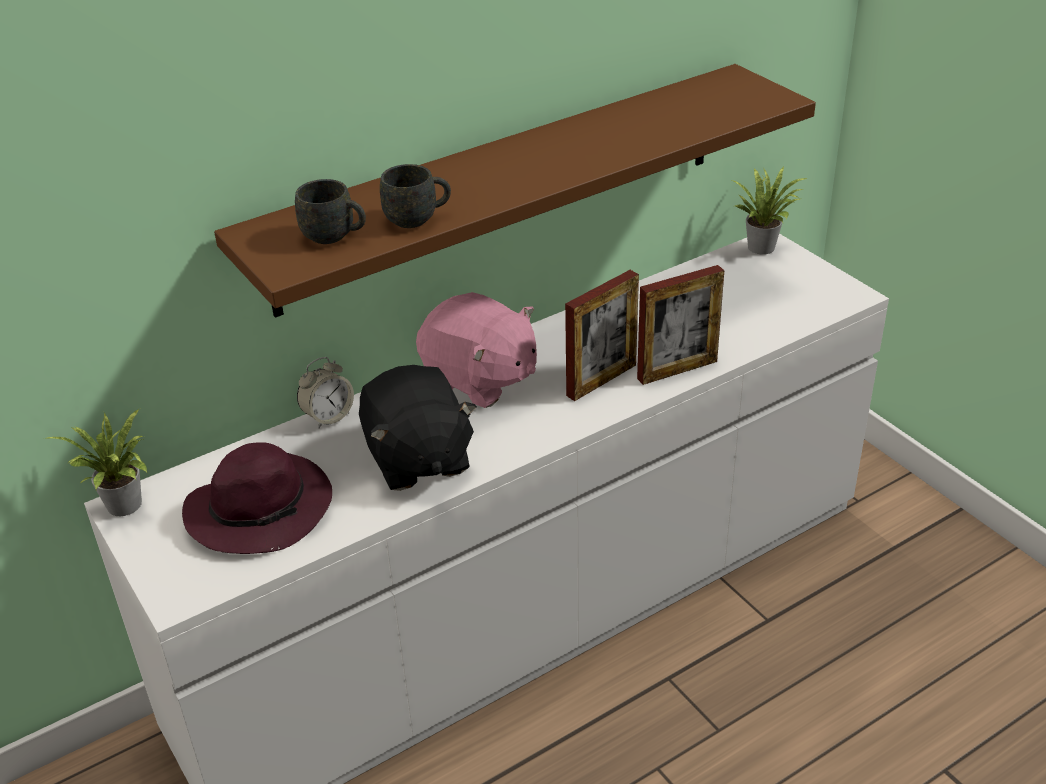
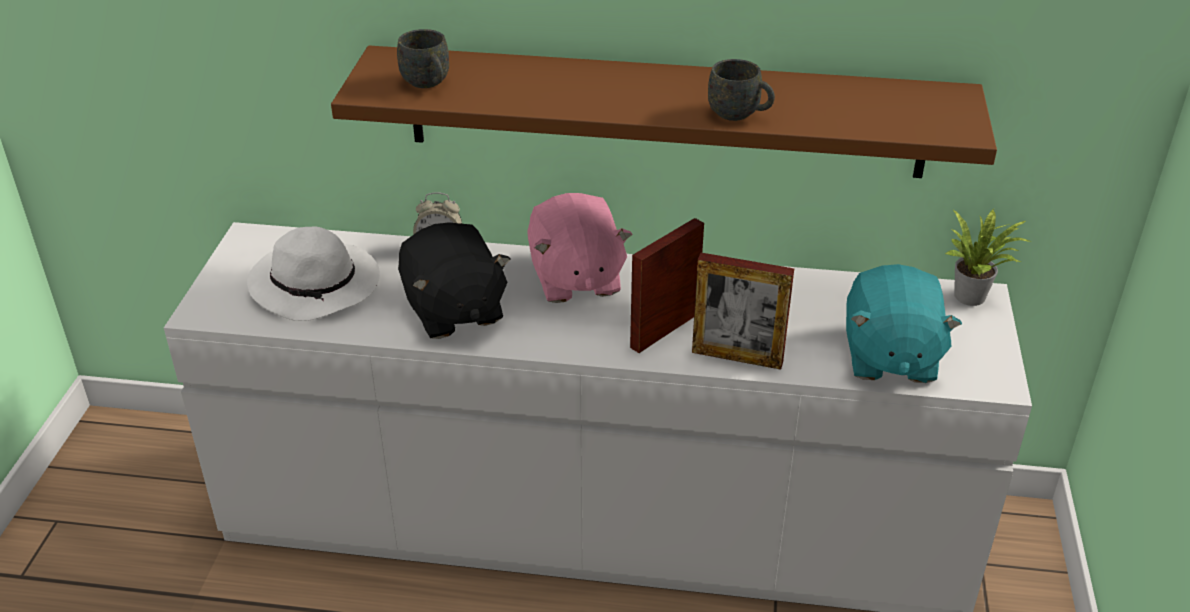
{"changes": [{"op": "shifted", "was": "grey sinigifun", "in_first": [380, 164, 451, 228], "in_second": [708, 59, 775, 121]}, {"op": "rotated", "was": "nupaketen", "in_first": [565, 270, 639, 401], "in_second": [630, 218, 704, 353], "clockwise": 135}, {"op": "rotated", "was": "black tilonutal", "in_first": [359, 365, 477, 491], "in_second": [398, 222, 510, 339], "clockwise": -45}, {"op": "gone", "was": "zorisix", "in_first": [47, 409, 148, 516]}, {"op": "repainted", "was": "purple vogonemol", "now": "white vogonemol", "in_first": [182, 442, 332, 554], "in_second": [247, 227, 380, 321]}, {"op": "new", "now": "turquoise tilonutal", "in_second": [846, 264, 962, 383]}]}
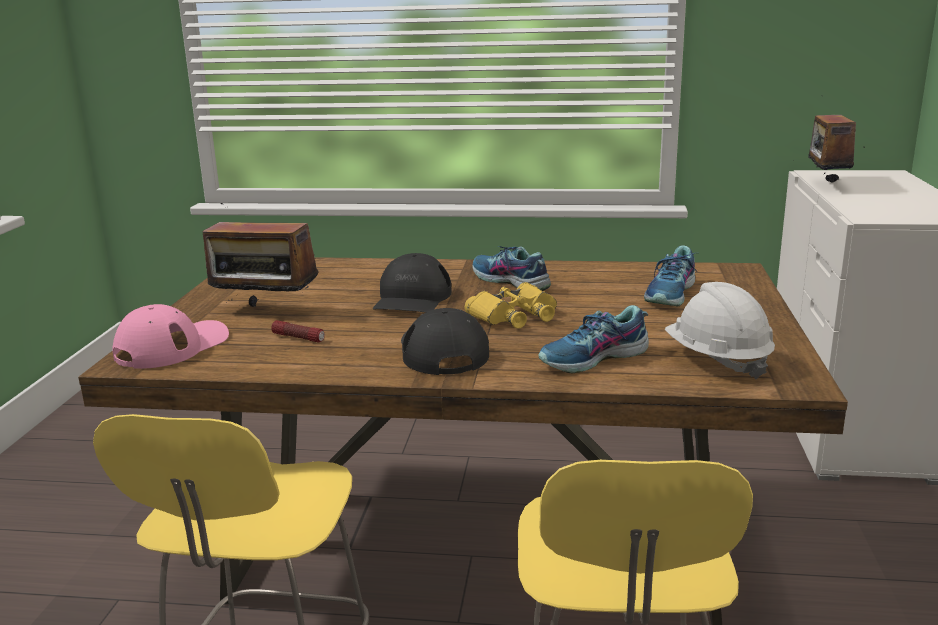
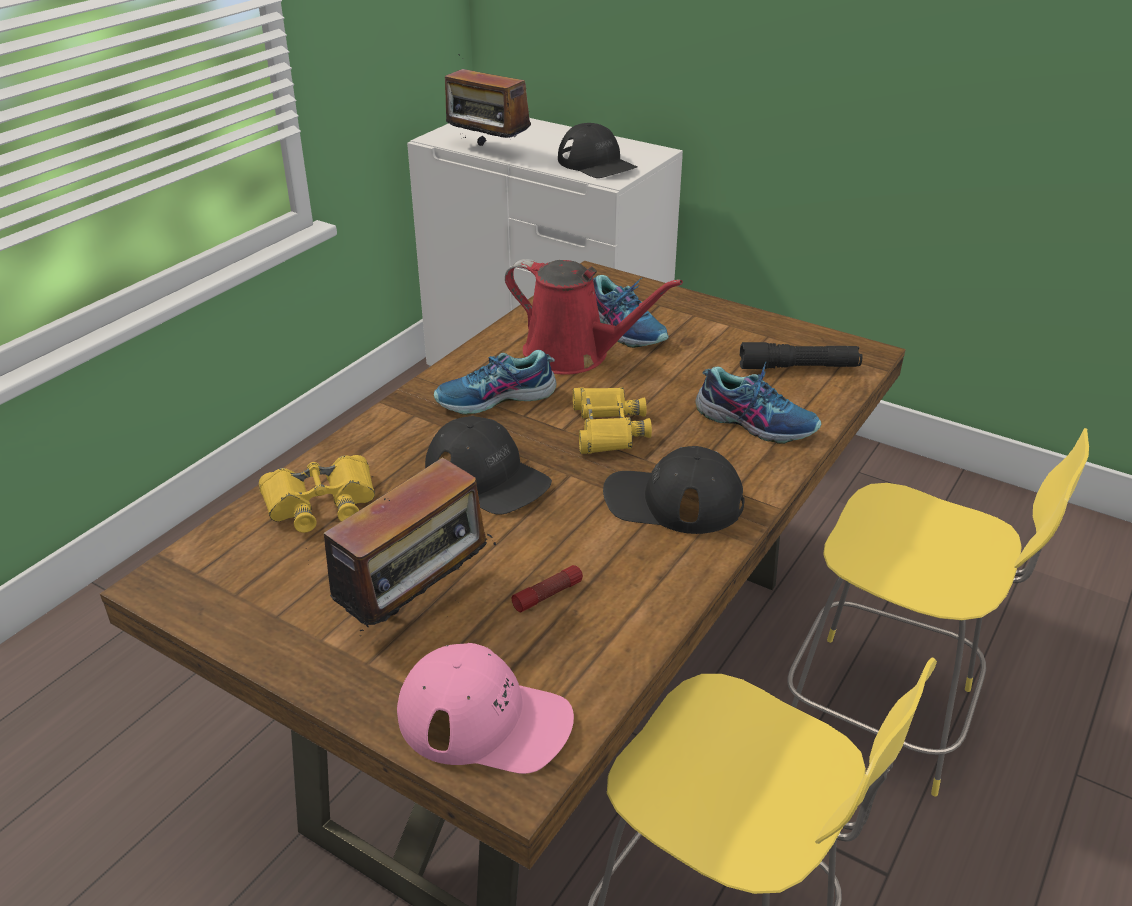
{"changes": [{"op": "swapped", "was": "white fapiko", "now": "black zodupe", "in_first": [665, 282, 775, 379], "in_second": [740, 342, 863, 369]}, {"op": "rotated", "was": "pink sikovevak", "in_first": [113, 304, 229, 369], "in_second": [397, 643, 574, 774], "clockwise": 135}, {"op": "rotated", "was": "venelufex", "in_first": [539, 305, 649, 373], "in_second": [696, 362, 821, 444], "clockwise": -60}, {"op": "new", "now": "black sikovevak", "in_second": [558, 123, 637, 178]}, {"op": "new", "now": "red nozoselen", "in_second": [505, 259, 683, 374]}, {"op": "new", "now": "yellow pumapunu", "in_second": [259, 455, 375, 533]}]}
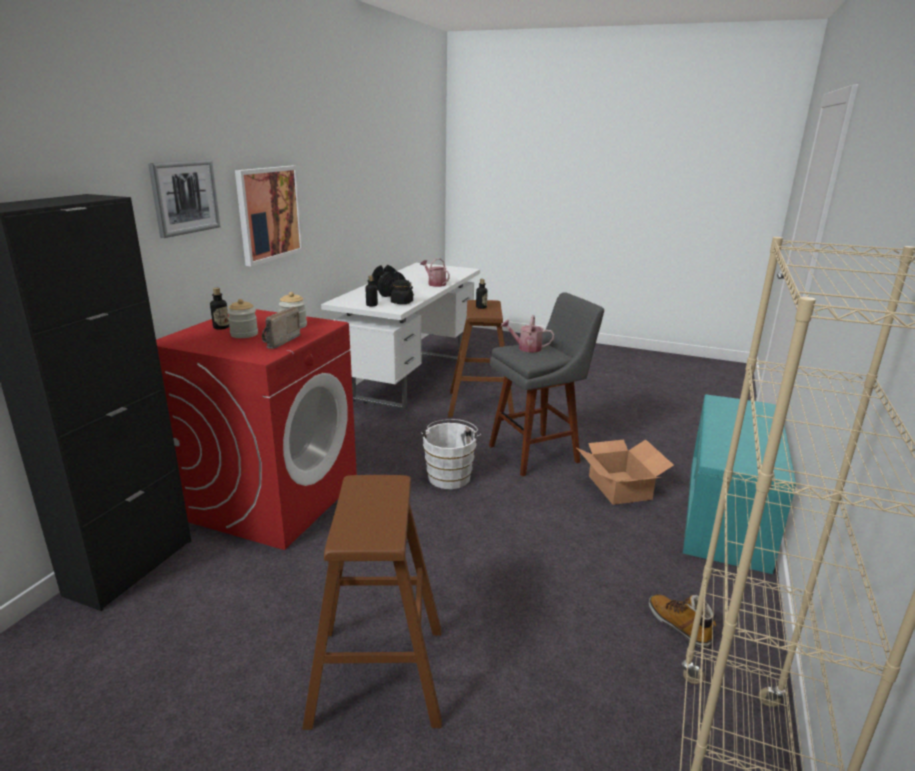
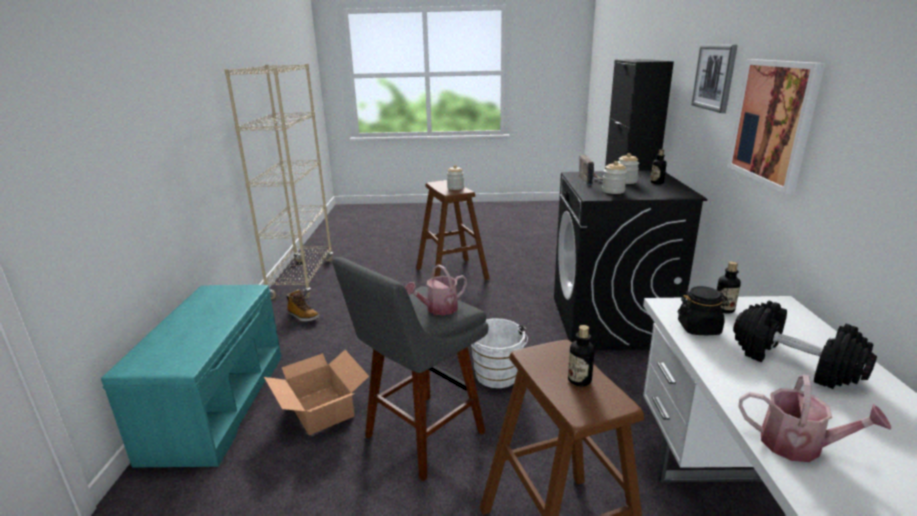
{"changes": [{"op": "repainted", "was": "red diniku", "now": "black diniku", "in_first": [156, 309, 357, 550], "in_second": [554, 170, 707, 350]}, {"op": "rotated", "was": "nozoselen", "in_first": [501, 315, 554, 353], "in_second": [405, 264, 467, 316], "clockwise": 150}, {"op": "new", "now": "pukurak", "in_second": [447, 165, 464, 190]}]}
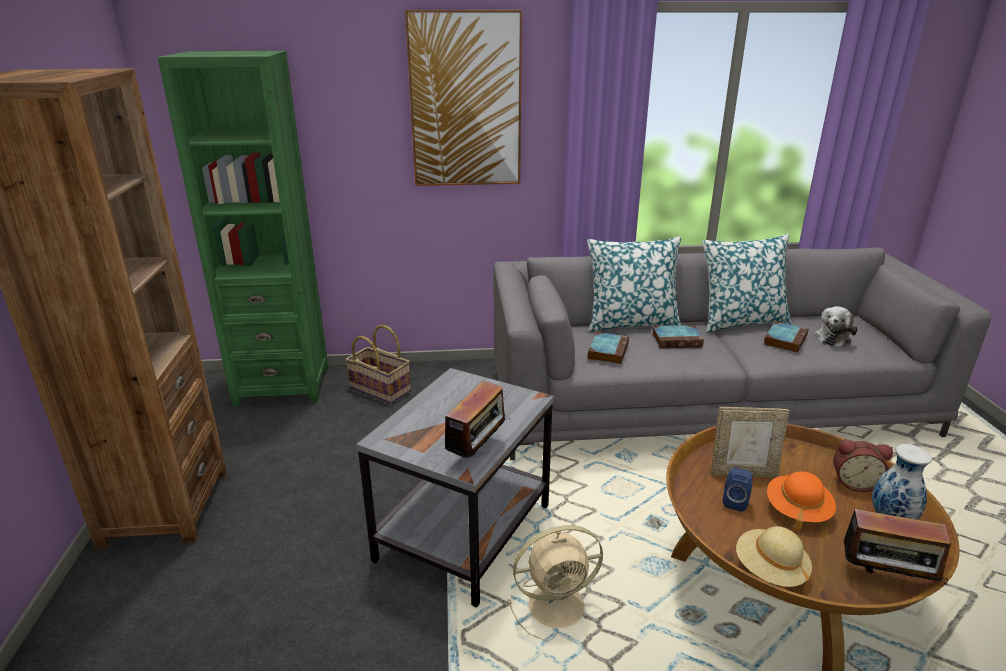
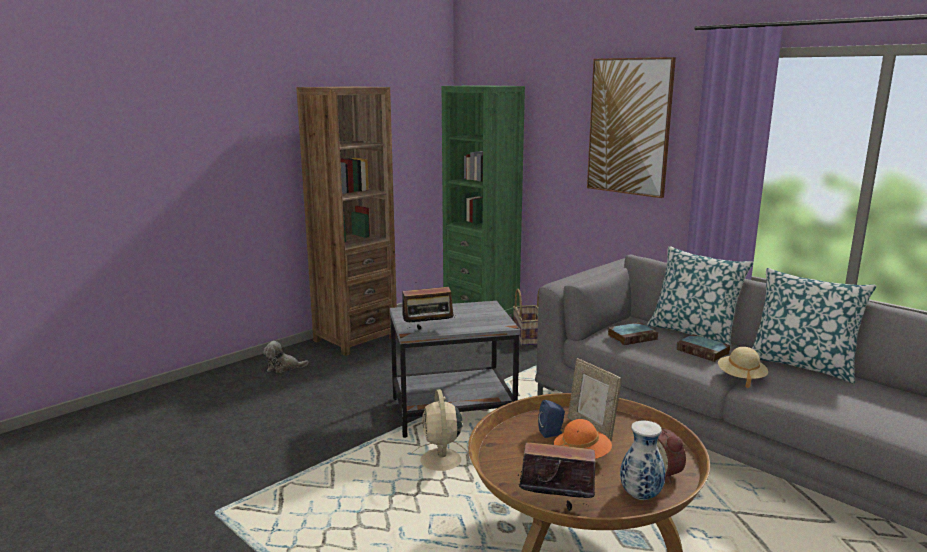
{"changes": [{"op": "shifted", "was": "tilonutal", "in_first": [814, 306, 858, 348], "in_second": [263, 341, 309, 373]}, {"op": "gone", "was": "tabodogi", "in_first": [764, 321, 809, 353]}, {"op": "rotated", "was": "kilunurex", "in_first": [843, 509, 951, 584], "in_second": [518, 431, 603, 511], "clockwise": 120}, {"op": "rotated", "was": "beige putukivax", "in_first": [507, 525, 603, 641], "in_second": [412, 389, 469, 471], "clockwise": 45}, {"op": "shifted", "was": "beige vogonemol", "in_first": [736, 526, 812, 591], "in_second": [718, 347, 768, 388]}]}
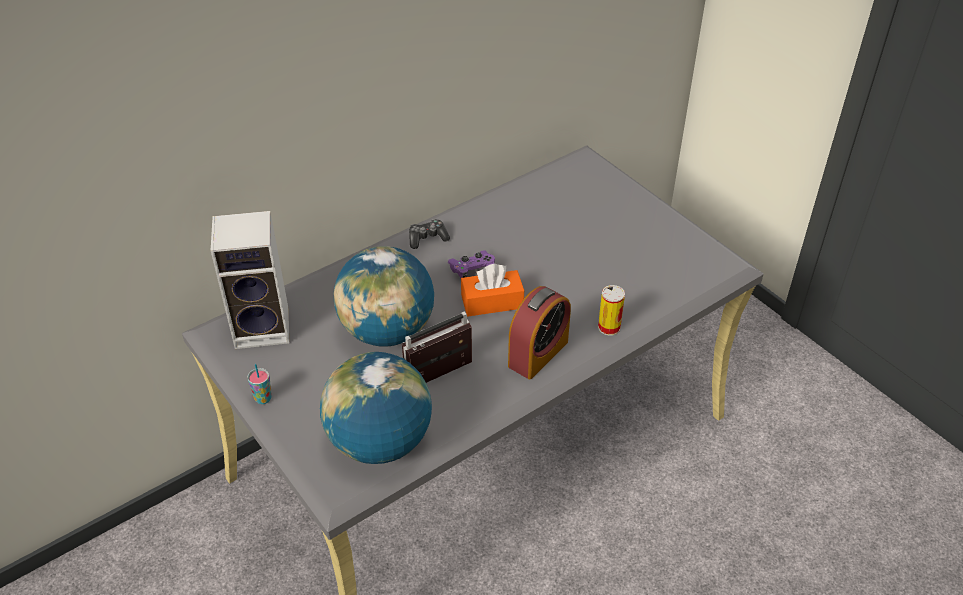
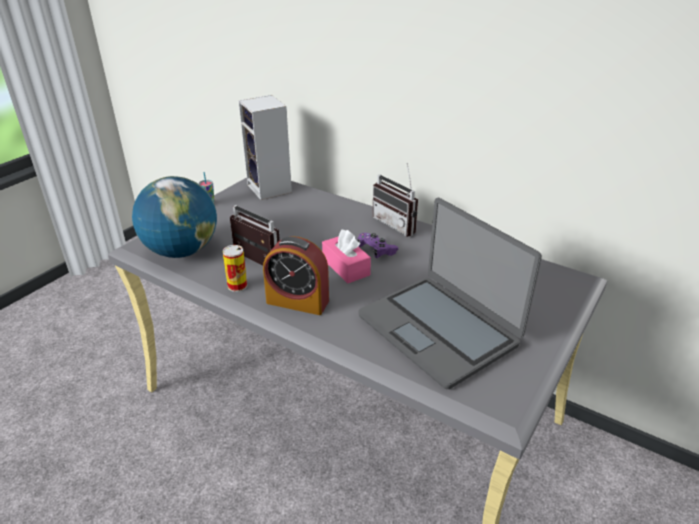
{"changes": [{"op": "swapped", "was": "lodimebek", "now": "kilunurex", "in_first": [409, 219, 450, 249], "in_second": [372, 163, 418, 237]}, {"op": "gone", "was": "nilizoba", "in_first": [334, 246, 434, 347]}, {"op": "repainted", "was": "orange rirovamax", "now": "pink rirovamax", "in_first": [461, 264, 524, 316], "in_second": [322, 229, 371, 283]}, {"op": "shifted", "was": "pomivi", "in_first": [598, 285, 625, 336], "in_second": [222, 245, 248, 292]}, {"op": "new", "now": "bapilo", "in_second": [359, 198, 542, 389]}]}
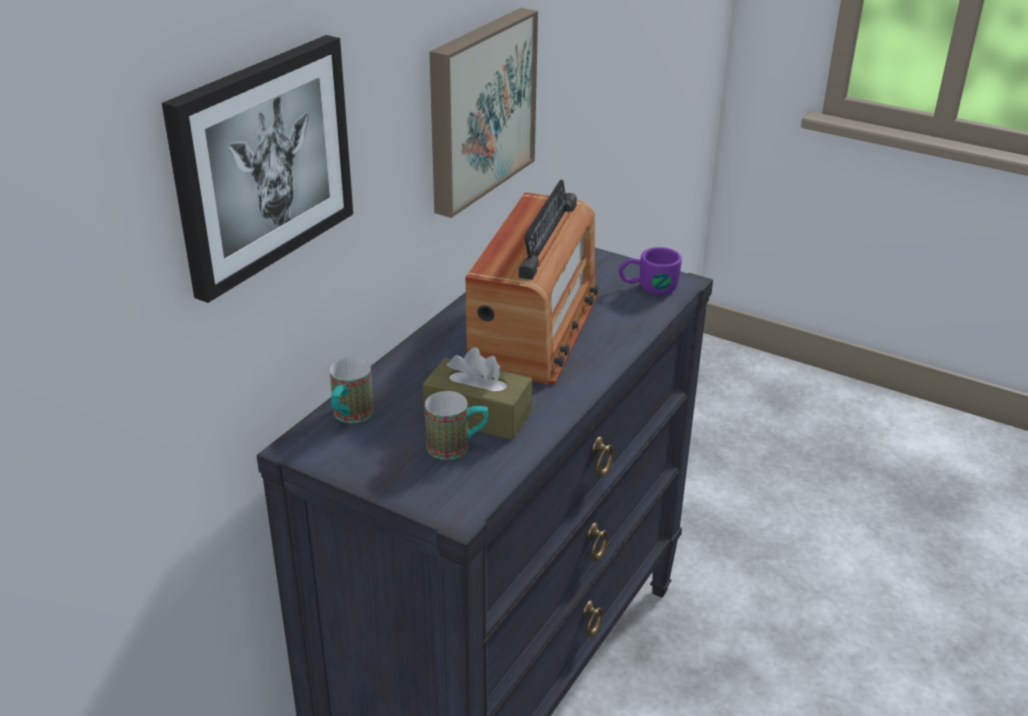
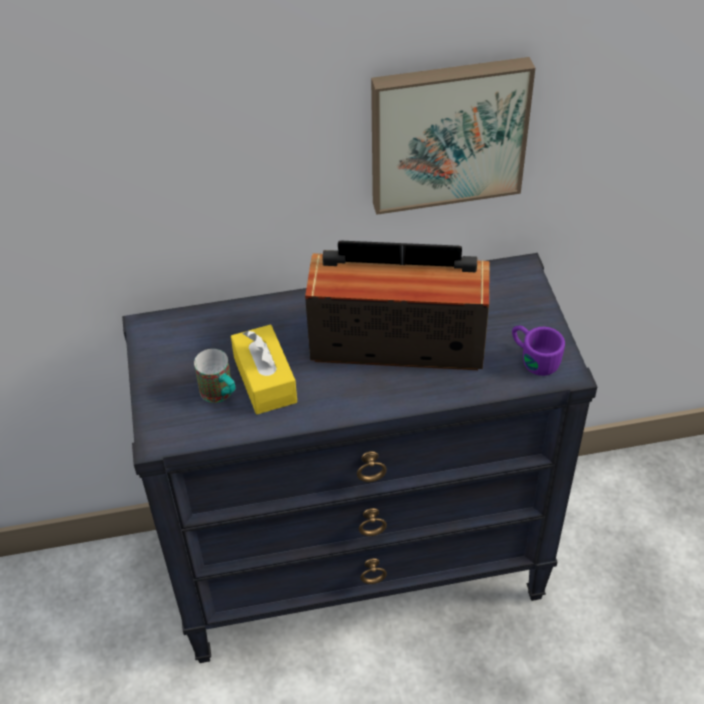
{"changes": [{"op": "gone", "was": "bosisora", "in_first": [162, 35, 353, 303]}, {"op": "rotated", "was": "kilunurex", "in_first": [466, 180, 599, 385], "in_second": [305, 241, 490, 370], "clockwise": -150}, {"op": "repainted", "was": "brown rirovamax", "now": "yellow rirovamax", "in_first": [423, 347, 532, 440], "in_second": [231, 325, 297, 414]}, {"op": "gone", "was": "sinigifun", "in_first": [330, 357, 374, 423]}]}
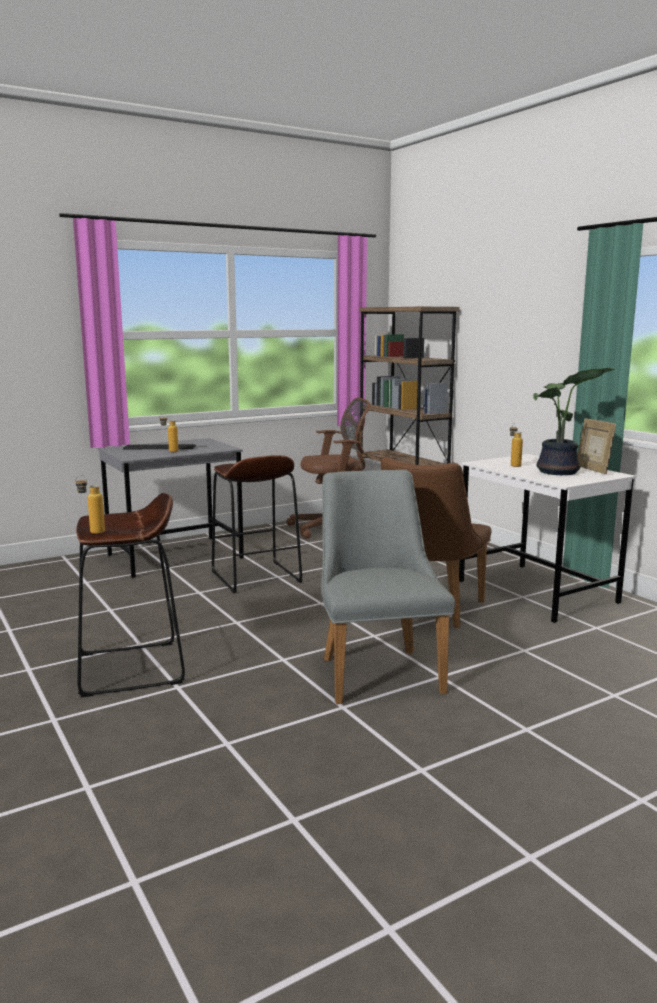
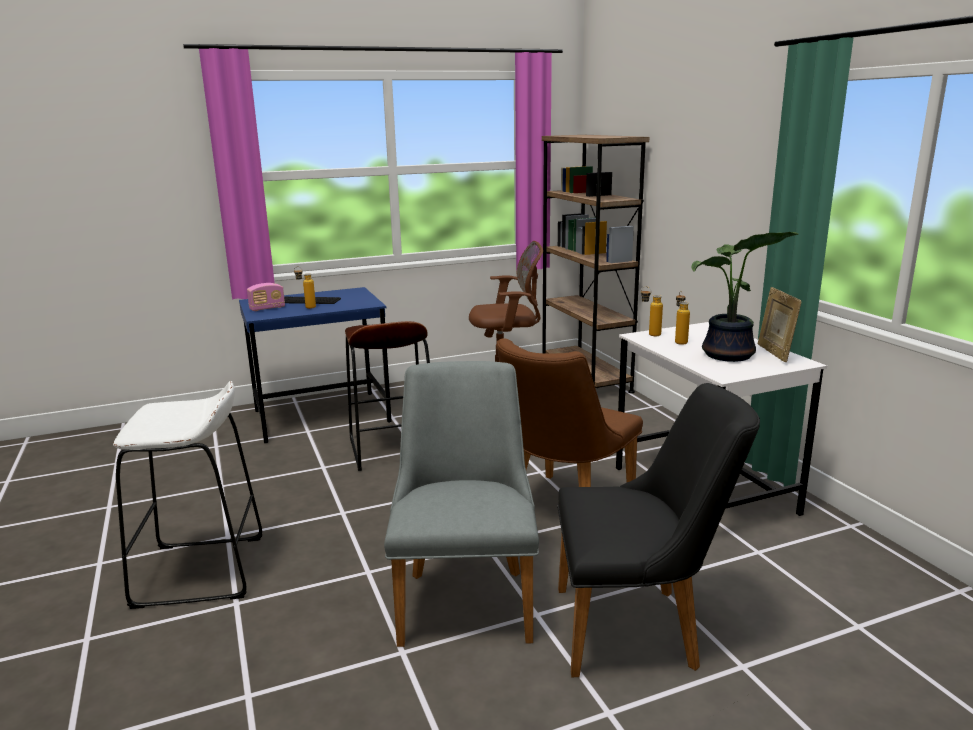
{"changes": [{"op": "repainted", "was": "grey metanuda", "now": "blue metanuda", "in_first": [98, 438, 244, 578], "in_second": [239, 287, 392, 443]}, {"op": "shifted", "was": "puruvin", "in_first": [75, 475, 105, 534], "in_second": [641, 287, 663, 336]}, {"op": "repainted", "was": "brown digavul", "now": "white digavul", "in_first": [76, 493, 185, 697], "in_second": [113, 381, 262, 609]}, {"op": "new", "now": "kilunurex", "in_second": [247, 283, 285, 311]}, {"op": "new", "now": "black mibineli", "in_second": [557, 383, 760, 677]}]}
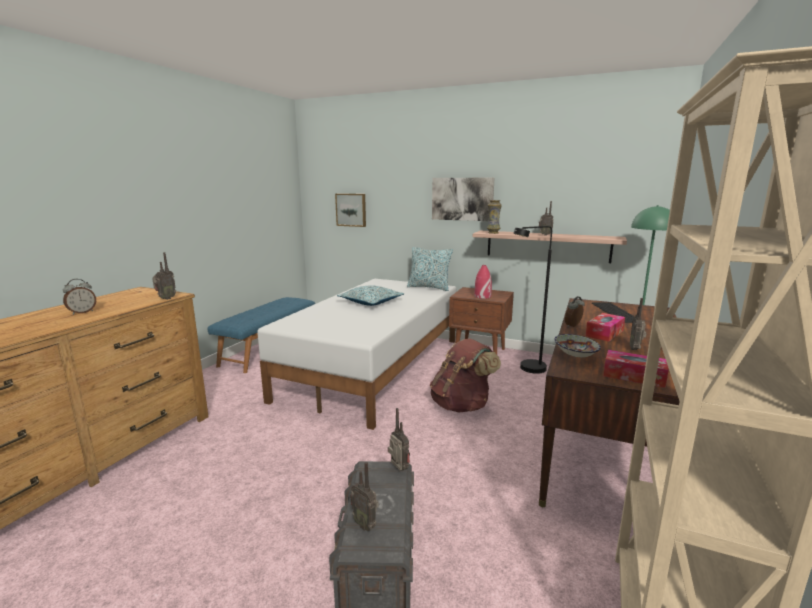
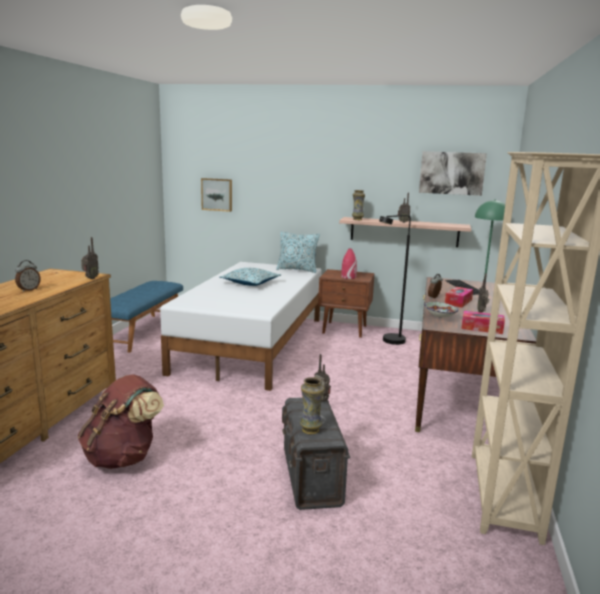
{"changes": [{"op": "shifted", "was": "bosisora", "in_first": [432, 178, 495, 221], "in_second": [419, 151, 487, 196]}, {"op": "shifted", "was": "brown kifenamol", "in_first": [430, 338, 501, 413], "in_second": [78, 374, 164, 469]}, {"op": "swapped", "was": "kilunurex", "now": "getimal", "in_first": [350, 462, 379, 531], "in_second": [300, 377, 325, 435]}]}
